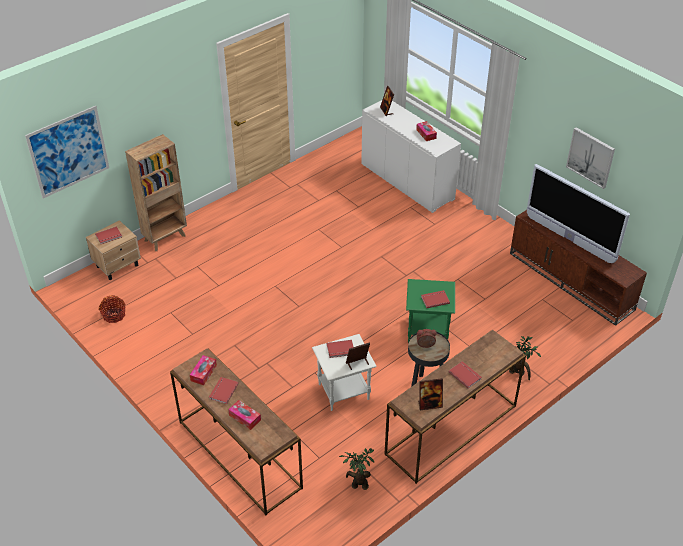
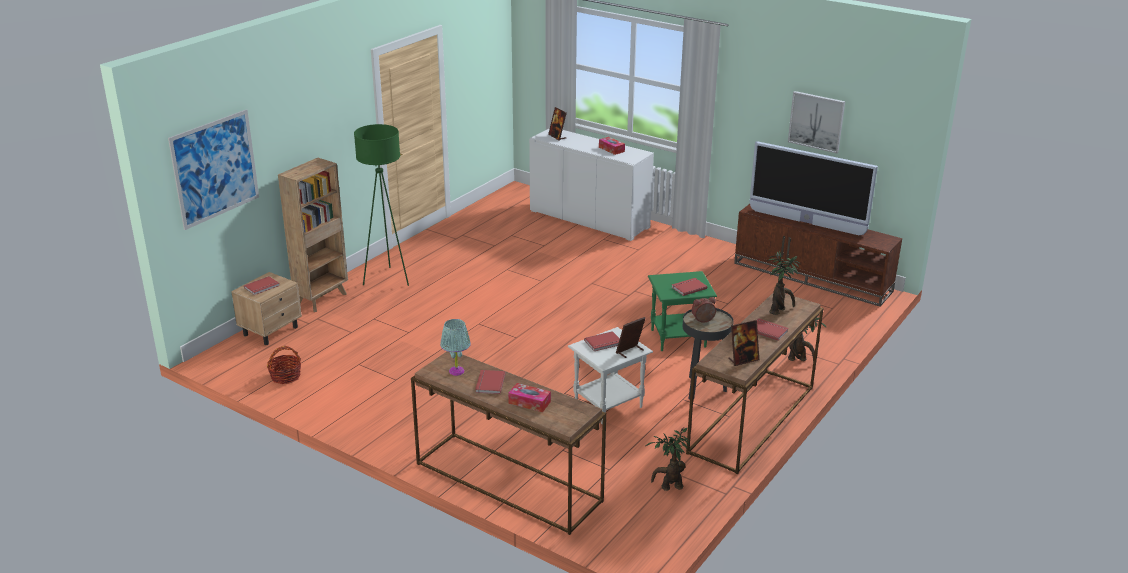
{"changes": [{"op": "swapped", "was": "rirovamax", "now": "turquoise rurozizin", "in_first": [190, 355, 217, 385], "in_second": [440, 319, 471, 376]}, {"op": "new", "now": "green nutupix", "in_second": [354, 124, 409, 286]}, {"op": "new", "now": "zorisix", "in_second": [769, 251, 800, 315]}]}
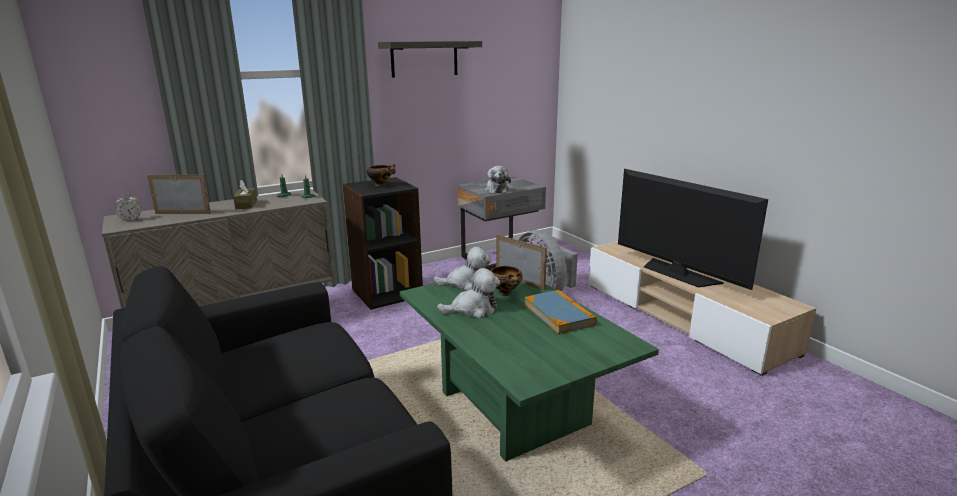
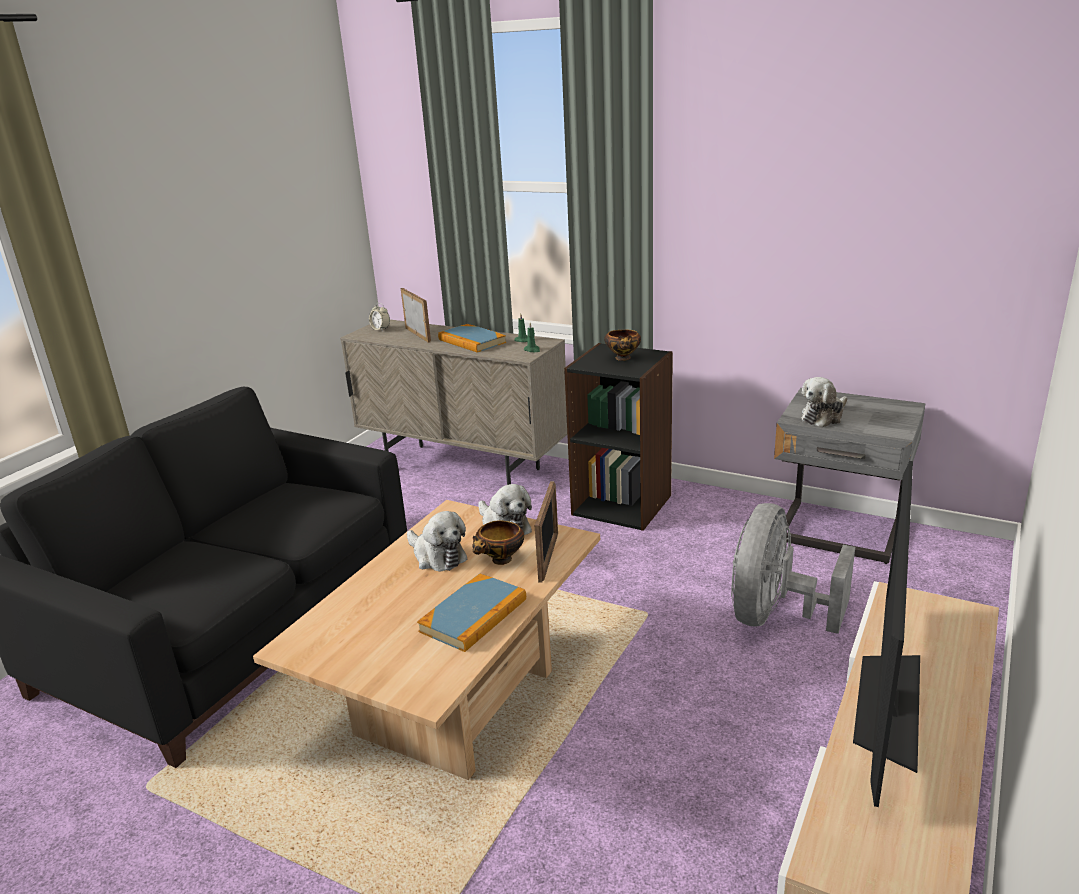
{"changes": [{"op": "gone", "was": "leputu", "in_first": [378, 41, 482, 78]}, {"op": "swapped", "was": "brown rirovamax", "now": "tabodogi", "in_first": [233, 180, 257, 209], "in_second": [438, 324, 506, 353]}, {"op": "repainted", "was": "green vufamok", "now": "beige vufamok", "in_first": [400, 283, 659, 461], "in_second": [253, 500, 600, 780]}]}
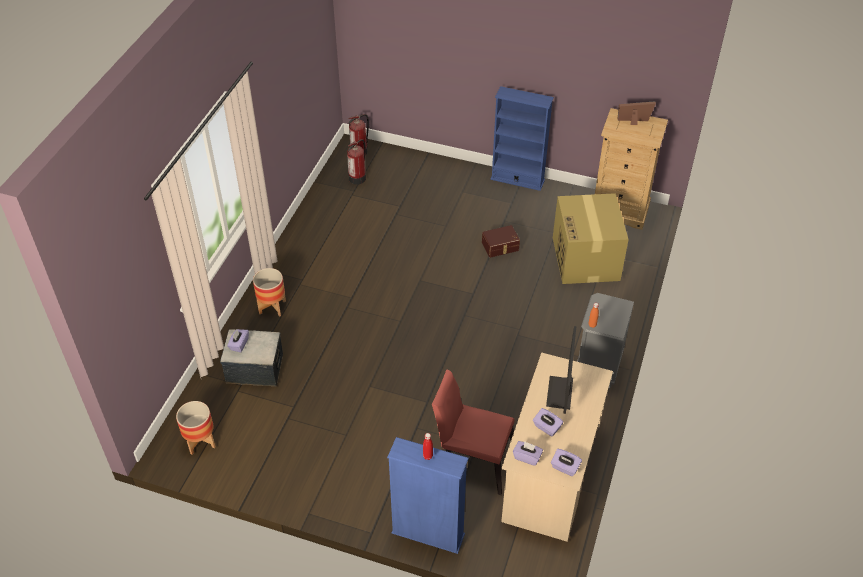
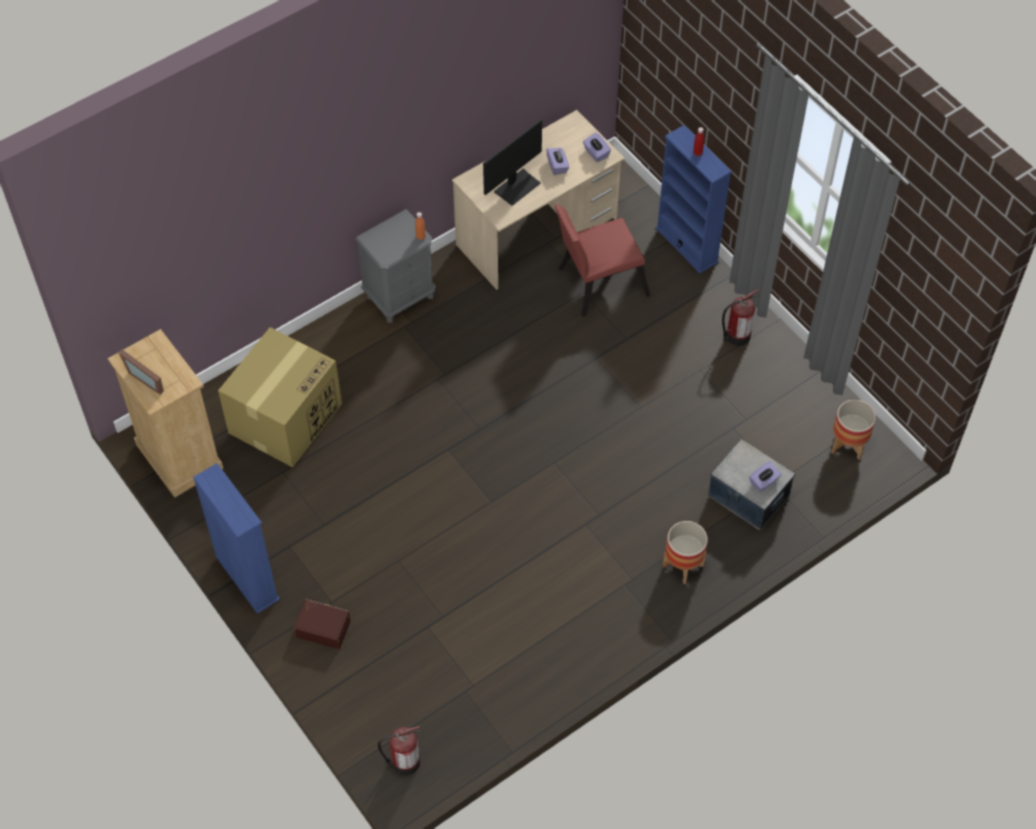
{"changes": [{"op": "shifted", "was": "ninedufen", "in_first": [347, 139, 366, 185], "in_second": [722, 289, 760, 346]}, {"op": "shifted", "was": "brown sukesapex", "in_first": [482, 225, 520, 258], "in_second": [294, 599, 351, 649]}, {"op": "rotated", "was": "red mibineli", "in_first": [432, 370, 515, 495], "in_second": [554, 204, 650, 317], "clockwise": 105}, {"op": "gone", "was": "purple rirovamax", "in_first": [551, 449, 582, 476]}]}
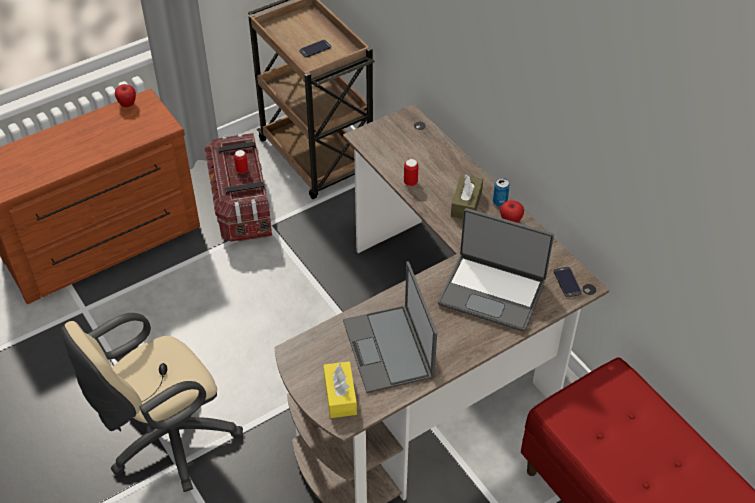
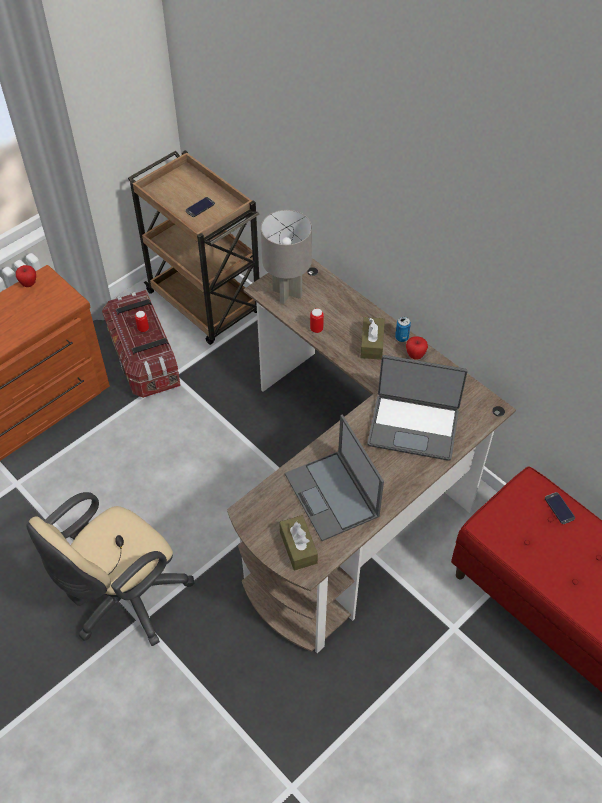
{"changes": [{"op": "shifted", "was": "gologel", "in_first": [554, 266, 582, 297], "in_second": [545, 492, 575, 524]}, {"op": "repainted", "was": "yellow rirovamax", "now": "brown rirovamax", "in_first": [323, 361, 357, 418], "in_second": [279, 515, 318, 571]}, {"op": "new", "now": "grey rurozizin", "in_second": [261, 210, 312, 304]}]}
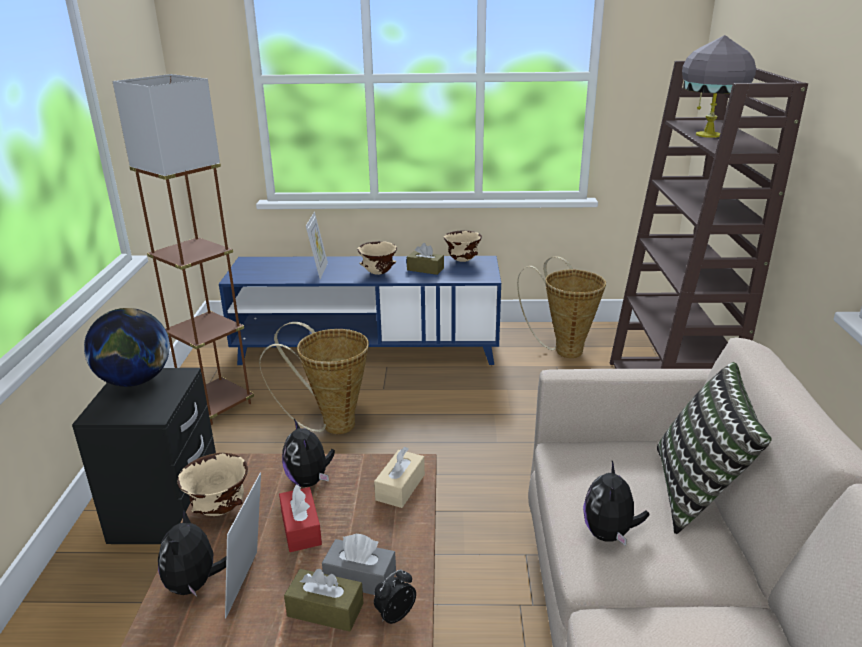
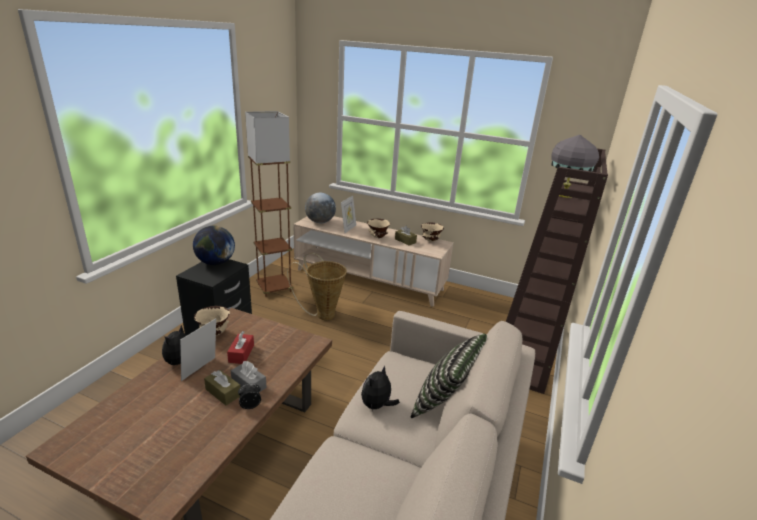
{"changes": [{"op": "repainted", "was": "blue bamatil", "now": "beige bamatil", "in_first": [219, 256, 501, 365], "in_second": [293, 216, 454, 307]}, {"op": "gone", "was": "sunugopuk", "in_first": [517, 256, 606, 358]}, {"op": "gone", "was": "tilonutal", "in_first": [282, 419, 335, 487]}, {"op": "gone", "was": "beige rirovamax", "in_first": [374, 447, 425, 508]}, {"op": "new", "now": "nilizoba", "in_second": [305, 193, 336, 223]}]}
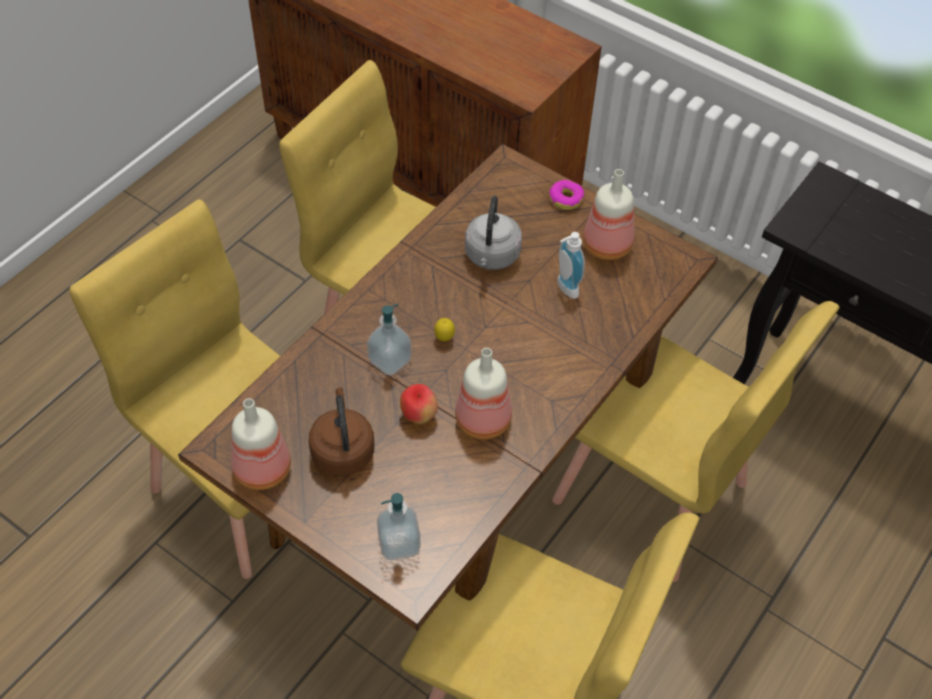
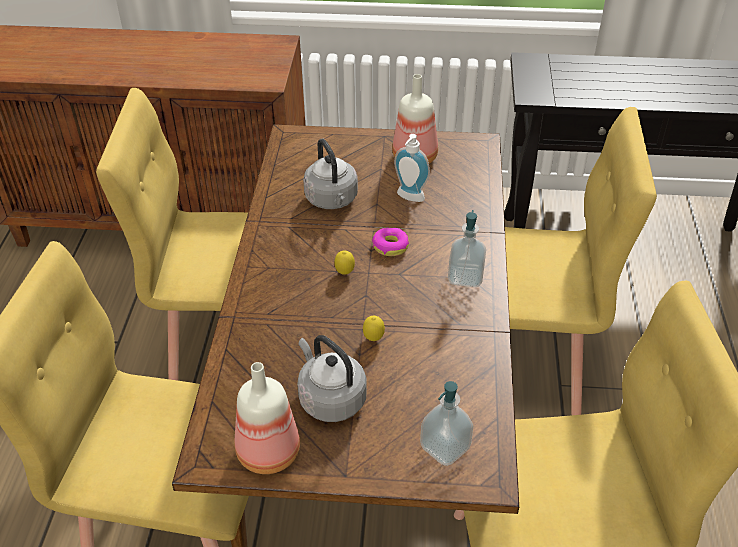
{"changes": [{"op": "shifted", "was": "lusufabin", "in_first": [549, 180, 584, 210], "in_second": [372, 228, 409, 256]}, {"op": "shifted", "was": "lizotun", "in_first": [367, 304, 412, 376], "in_second": [448, 210, 486, 287]}, {"op": "gone", "was": "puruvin", "in_first": [455, 348, 512, 440]}, {"op": "swapped", "was": "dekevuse", "now": "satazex", "in_first": [400, 384, 438, 424], "in_second": [363, 316, 385, 341]}, {"op": "repainted", "was": "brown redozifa", "now": "grey redozifa", "in_first": [309, 387, 374, 476], "in_second": [297, 335, 367, 422]}]}
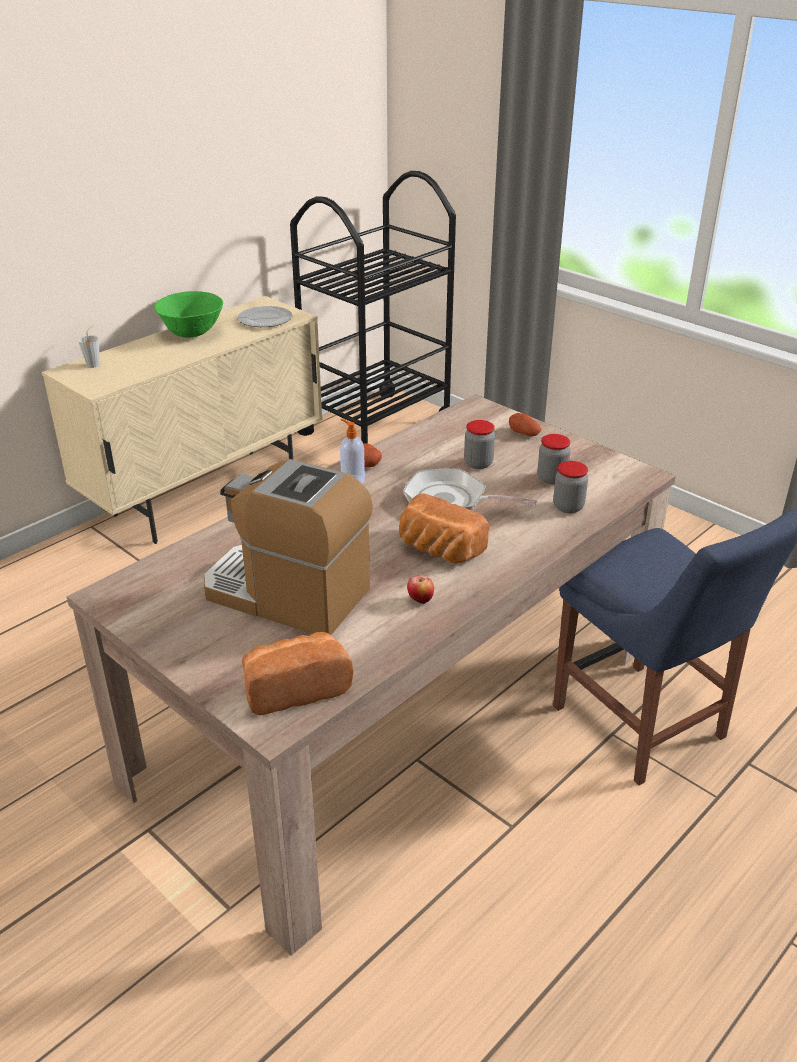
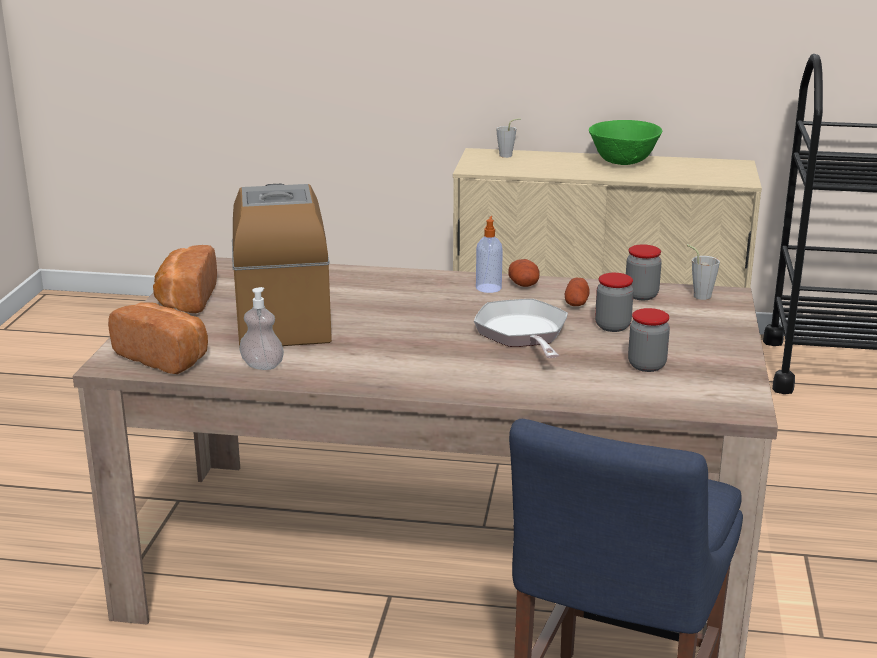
{"changes": [{"op": "gone", "was": "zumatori", "in_first": [237, 306, 292, 327]}, {"op": "shifted", "was": "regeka", "in_first": [509, 413, 541, 437], "in_second": [565, 278, 590, 306]}, {"op": "shifted", "was": "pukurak", "in_first": [553, 461, 588, 513], "in_second": [626, 244, 662, 300]}, {"op": "shifted", "was": "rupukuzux", "in_first": [399, 493, 489, 564], "in_second": [153, 245, 217, 313]}, {"op": "gone", "was": "dekevuse", "in_first": [407, 575, 434, 604]}, {"op": "new", "now": "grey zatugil", "in_second": [687, 244, 720, 300]}, {"op": "new", "now": "lizotun", "in_second": [239, 287, 284, 370]}]}
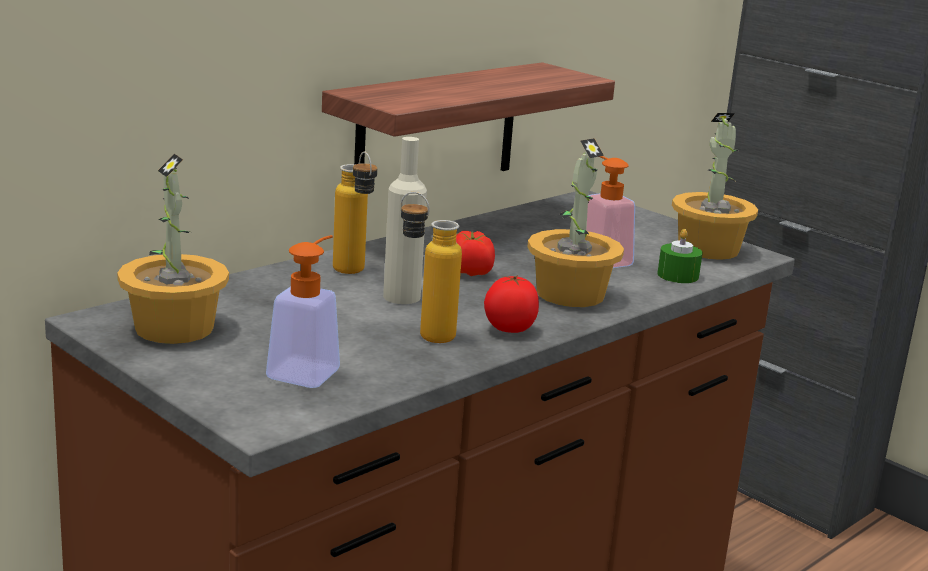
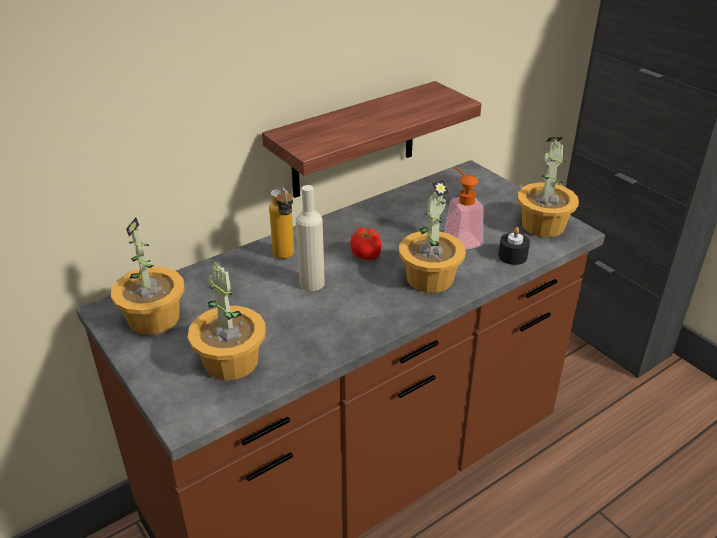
{"changes": [{"op": "gone", "was": "puruvin", "in_first": [400, 192, 462, 343]}, {"op": "repainted", "was": "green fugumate", "now": "black fugumate", "in_first": [658, 229, 703, 283], "in_second": [498, 227, 530, 265]}, {"op": "swapped", "was": "lizotun", "now": "zorisix", "in_first": [266, 235, 340, 388], "in_second": [188, 262, 266, 380]}, {"op": "gone", "was": "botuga", "in_first": [484, 275, 539, 333]}]}
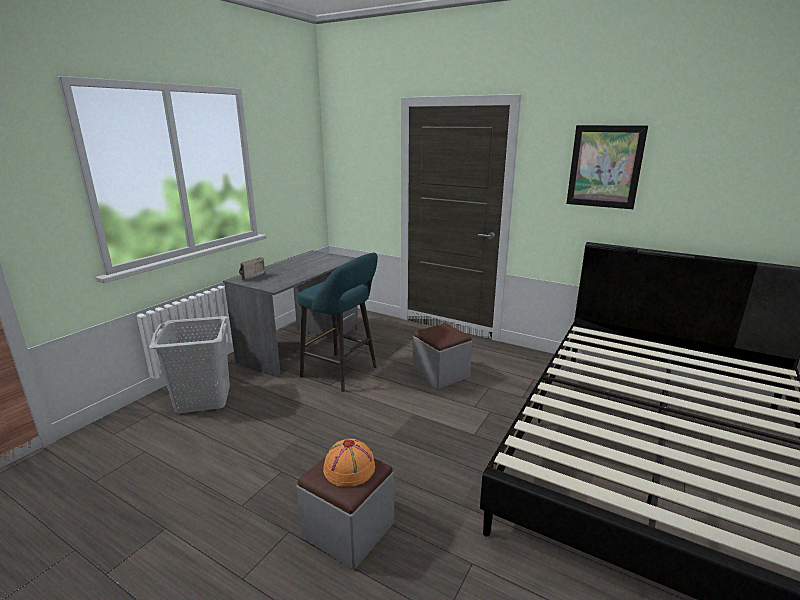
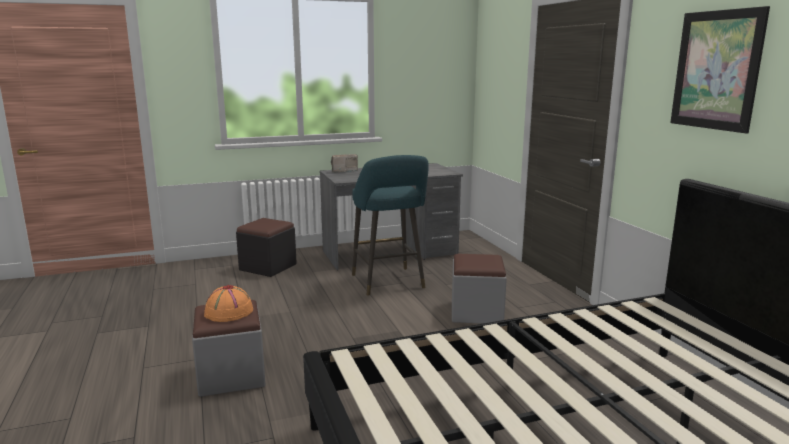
{"changes": [{"op": "swapped", "was": "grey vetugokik", "now": "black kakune", "in_first": [149, 316, 230, 413], "in_second": [236, 218, 297, 277]}]}
